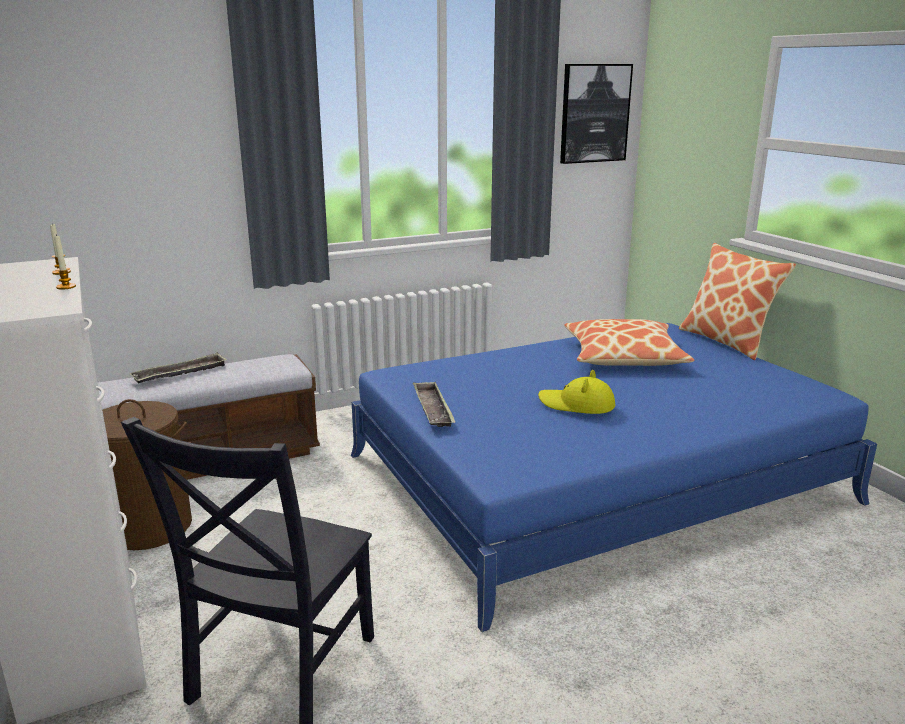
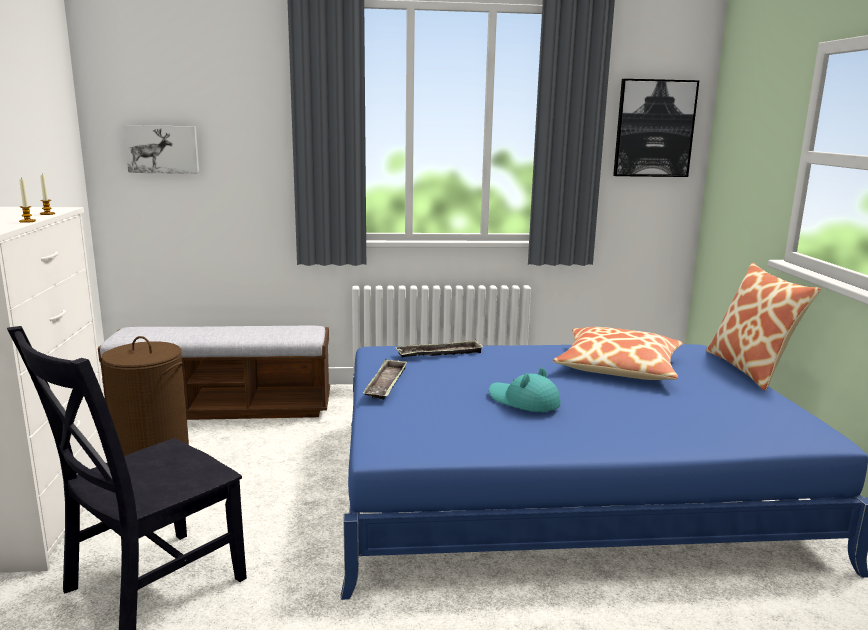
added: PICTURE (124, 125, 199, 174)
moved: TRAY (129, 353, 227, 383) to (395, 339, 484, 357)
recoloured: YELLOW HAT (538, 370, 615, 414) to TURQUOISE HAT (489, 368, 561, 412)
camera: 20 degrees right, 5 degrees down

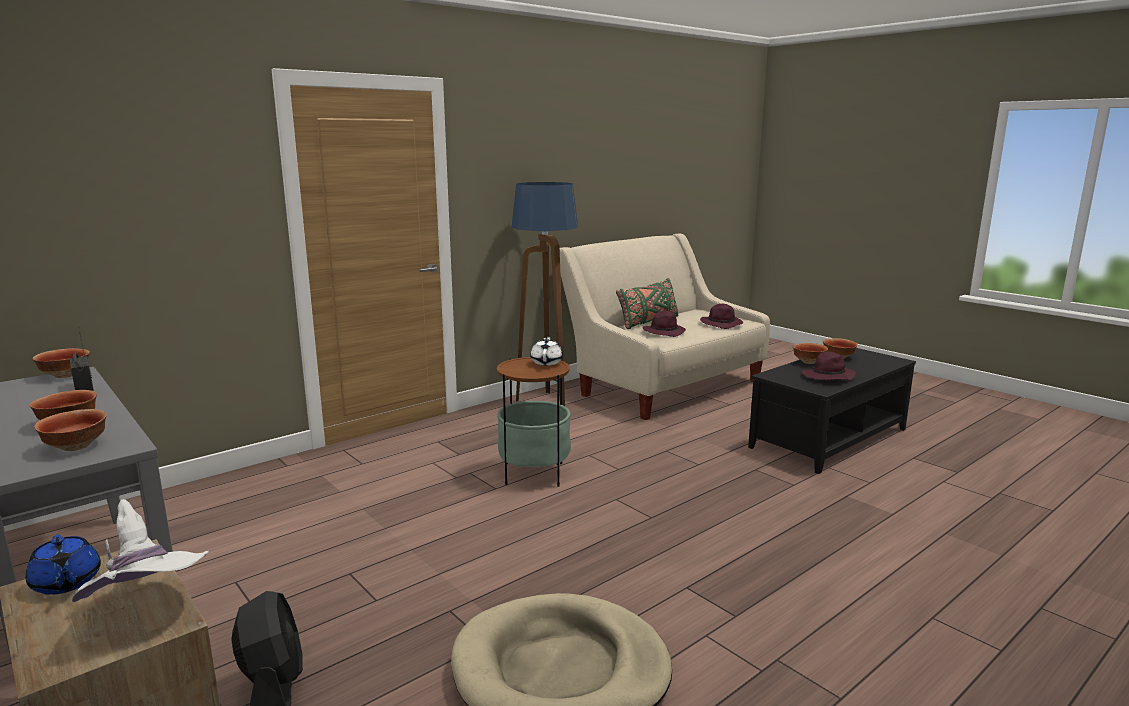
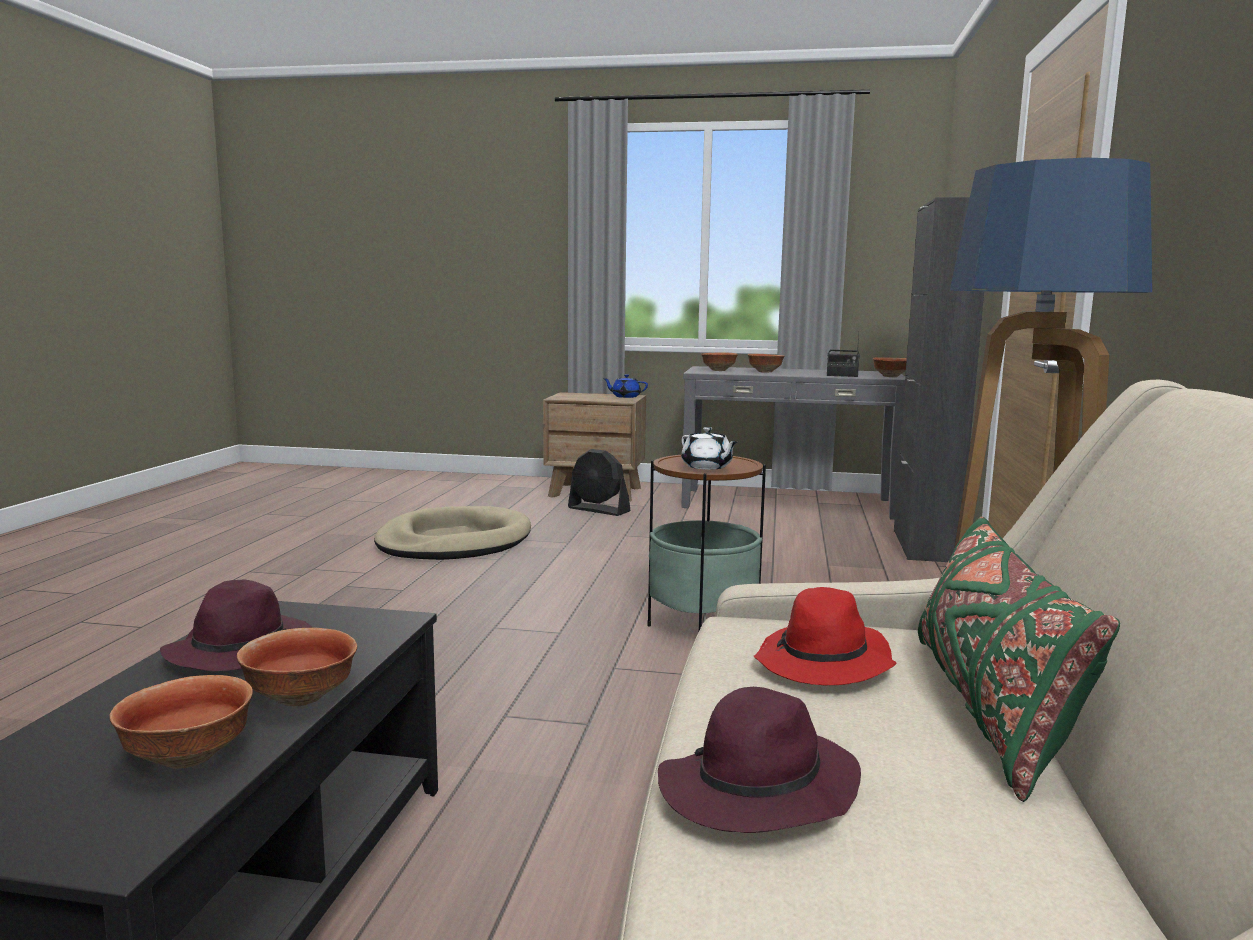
removed: WHITE HAT (72, 499, 209, 602)
added: BLACK CABINET (894, 197, 984, 562)
recoloured: PURPLE HAT (642, 311, 686, 337) to RED HAT (753, 587, 897, 685)
camera: 140 degrees right, 5 degrees down

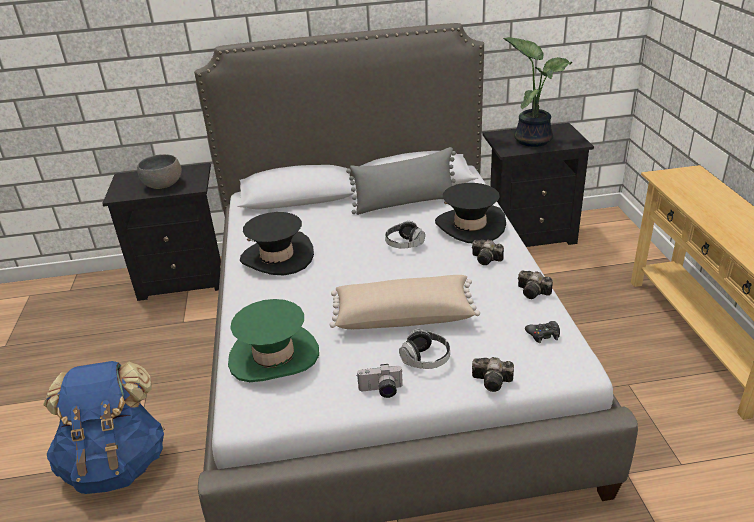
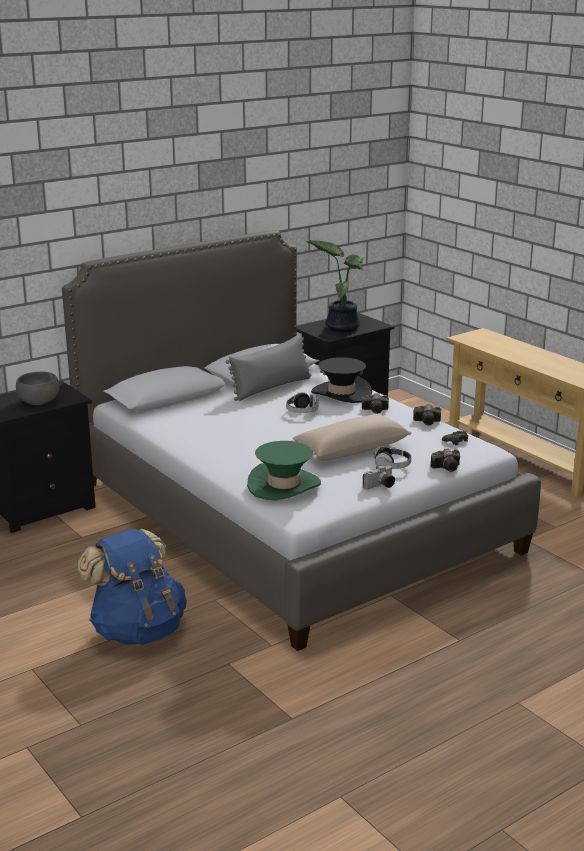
removed: BLACK HAT (240, 212, 314, 276)
camera: 30 degrees left, 10 degrees down

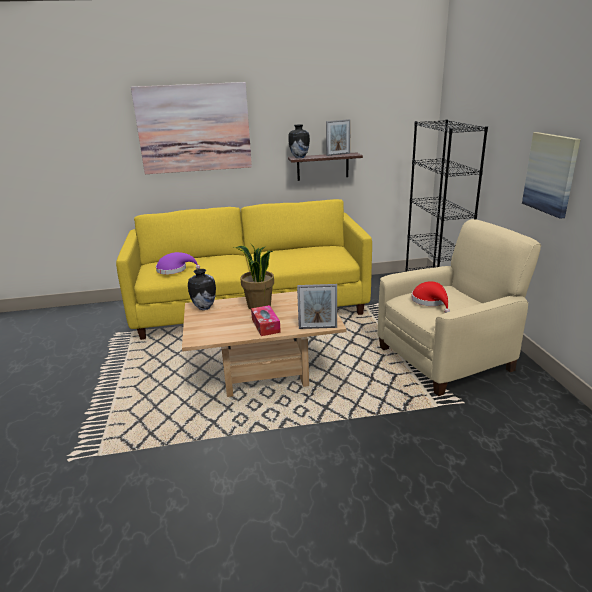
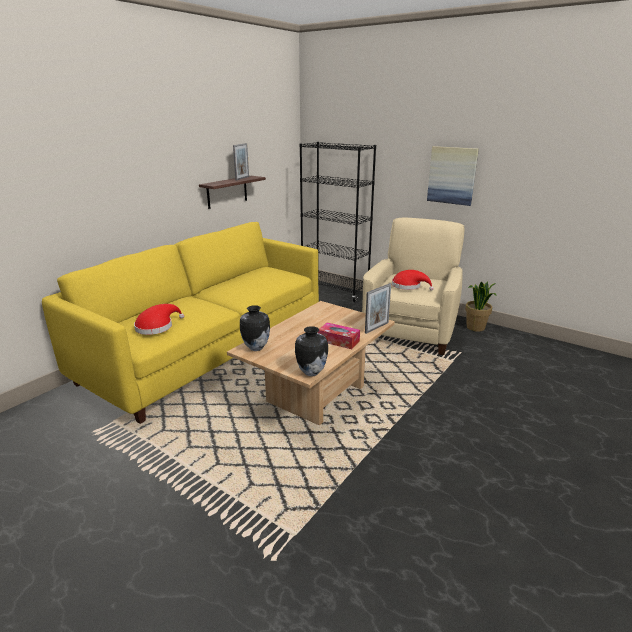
removed: PICTURE (131, 82, 252, 174)
moved: POTTED PLANT (234, 243, 274, 310) to (465, 281, 496, 332); VASE (288, 124, 310, 158) to (295, 326, 328, 376)
recoloured: PURPLE HAT (156, 252, 200, 274) to RED HAT (134, 304, 184, 335)
camera: 45 degrees left, 0 degrees up

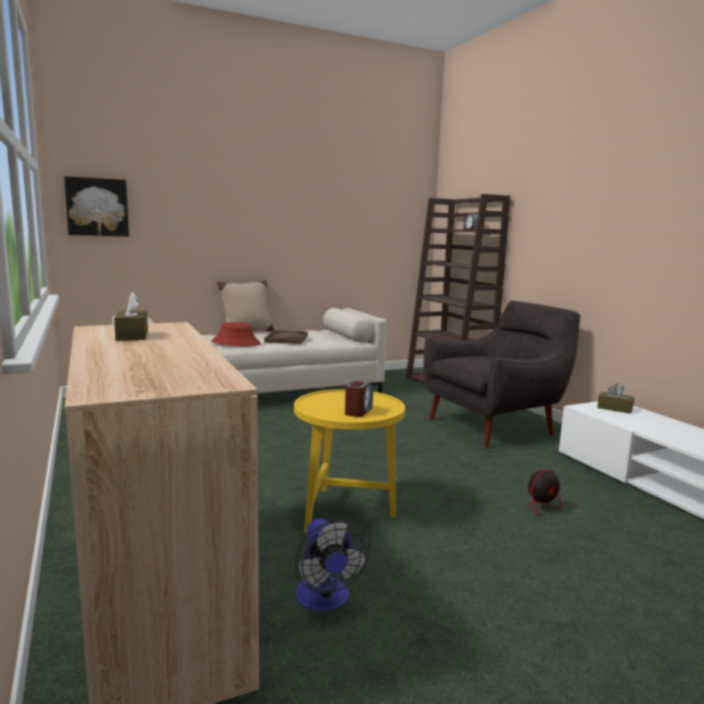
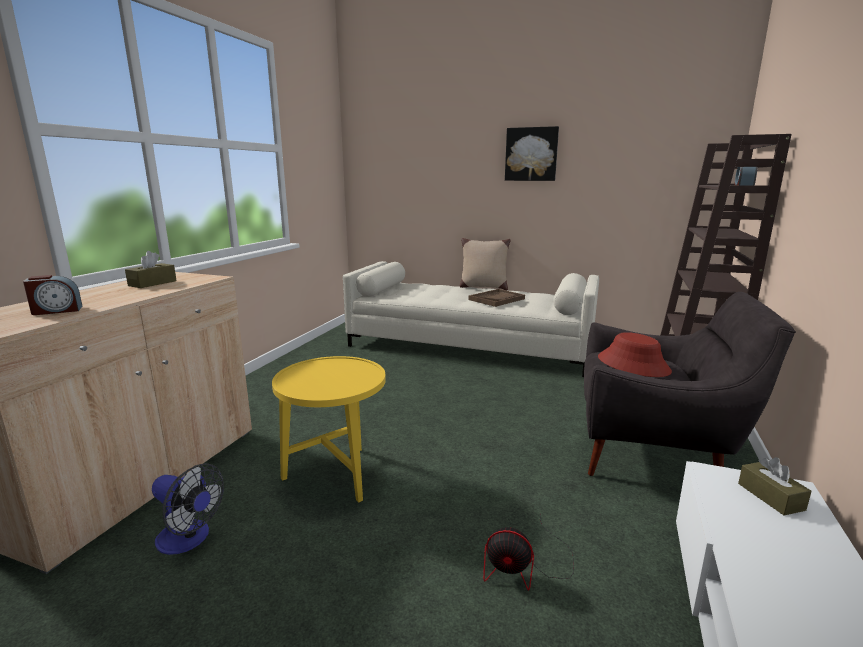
moved: PICTURE (64, 176, 129, 236) to (505, 126, 559, 181); RED HAT (212, 322, 261, 346) to (598, 332, 672, 377); ALARM CLOCK (345, 381, 373, 417) to (23, 275, 83, 315)
turned: FAN (295, 519, 370, 611) = (152, 463, 224, 555) 90 degrees counterclockwise
camera: 45 degrees right, 5 degrees up

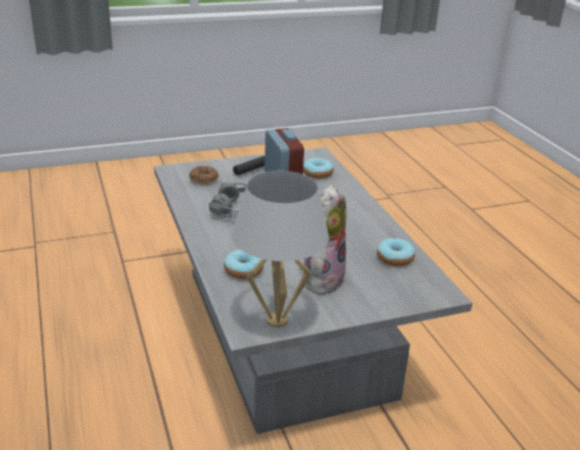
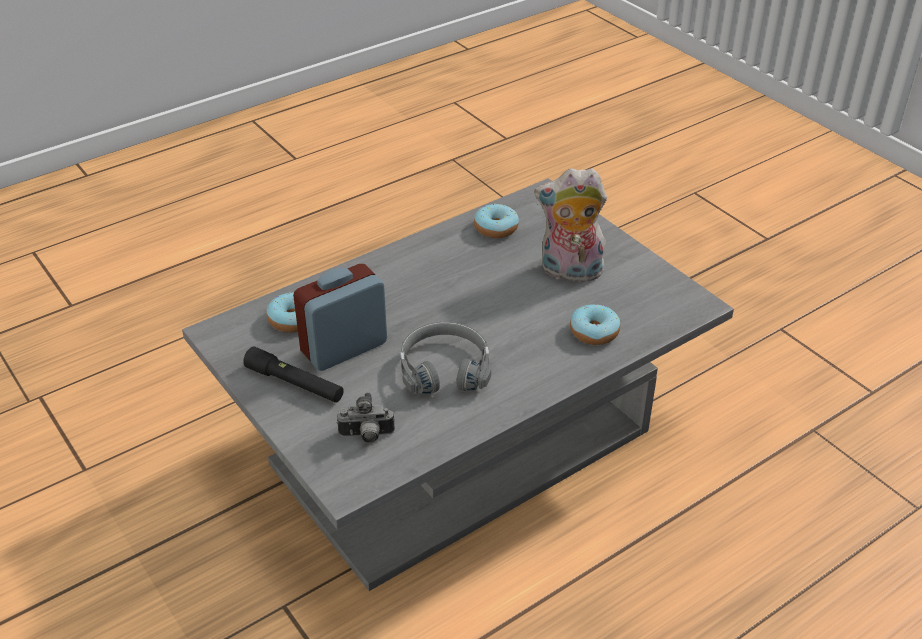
removed: WHITE TABLE LAMP (232, 171, 329, 328)
replaced: DONUT (189, 166, 219, 185) to PHOTO CAMERA (337, 393, 395, 443)
camera: 105 degrees left, 10 degrees up

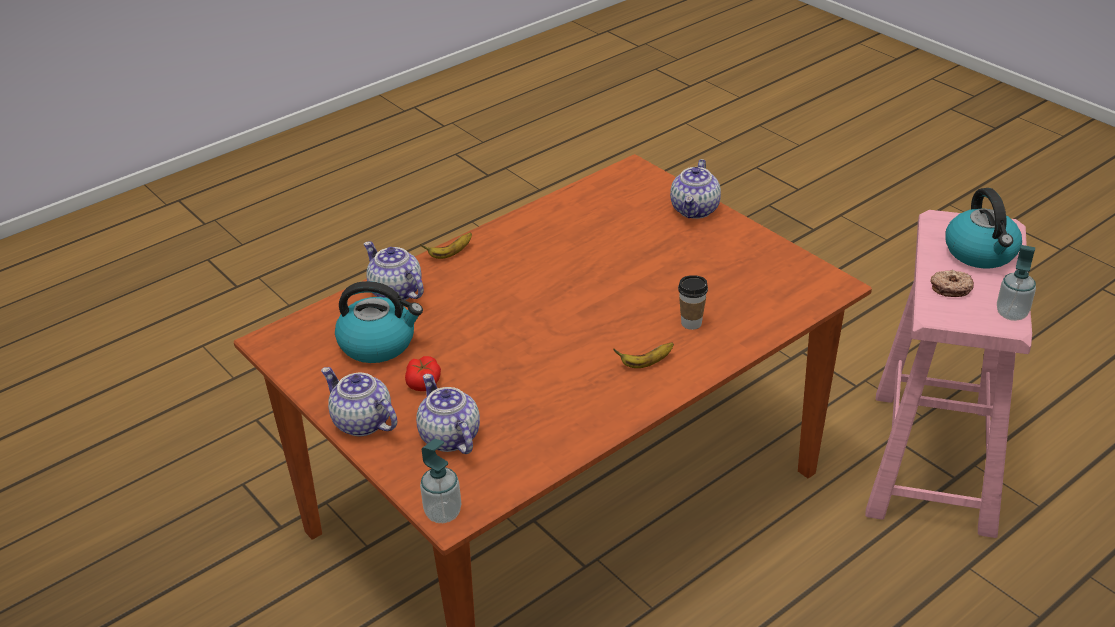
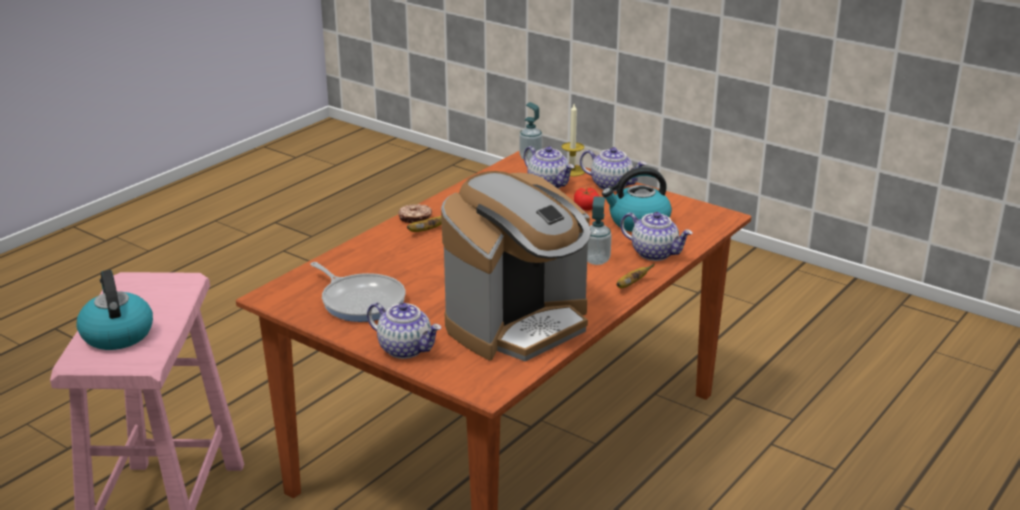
removed: CUP (678, 275, 708, 330)
added: FRYING PAN (311, 262, 406, 322); COFFEE MACHINE (441, 171, 592, 361); CANDLE (562, 104, 585, 176)
moved: DONUT (930, 270, 974, 297) to (398, 204, 432, 223); SOAP DISPENSER (997, 245, 1036, 321) to (587, 196, 612, 265)
turned: TEAPOT (670, 159, 721, 219) = (367, 302, 441, 359) 120 degrees clockwise
camera: 165 degrees right, 10 degrees down

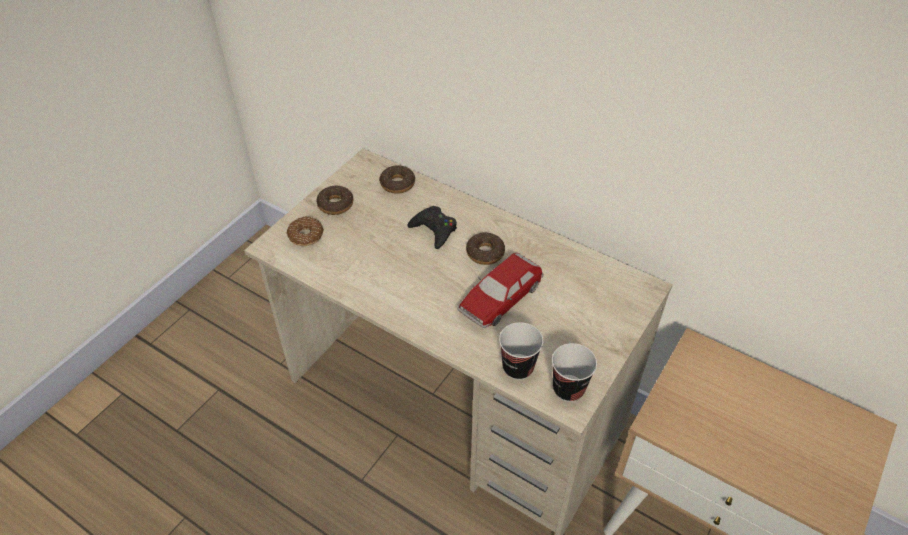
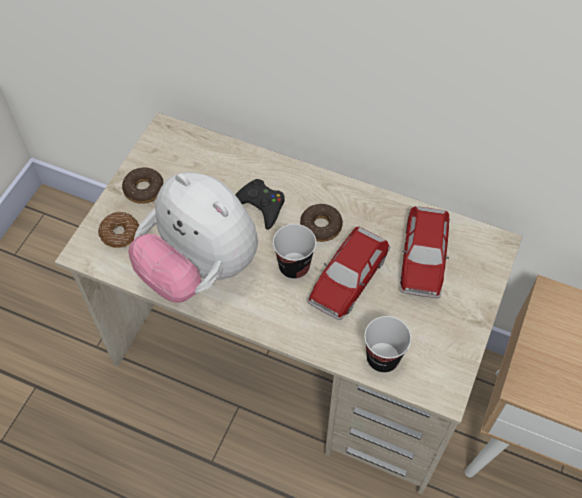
removed: DONUT (379, 165, 415, 194)
added: PLUSH TOY (128, 172, 258, 303); TOY CAR (400, 206, 450, 298)
moved: CUP (552, 343, 597, 402) to (273, 224, 316, 279)
camera: 10 degrees left, 10 degrees up

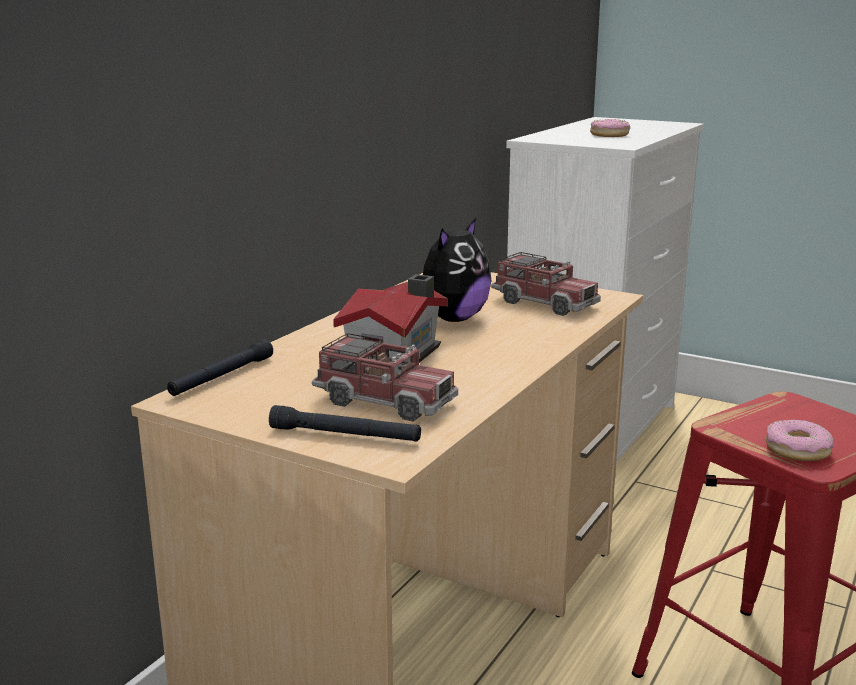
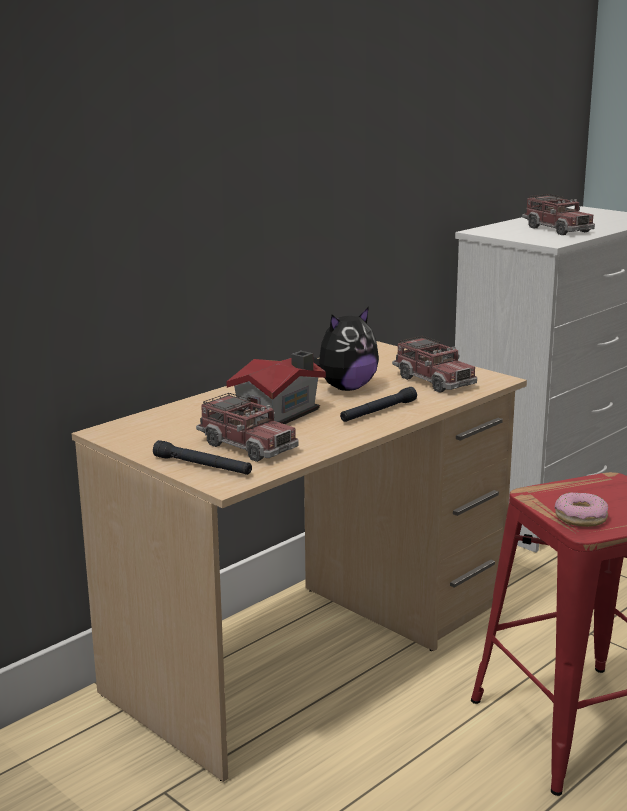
moved: BLACK FLASHLIGHT (167, 339, 273, 396) to (340, 387, 417, 422)
replaced: DONUT (590, 119, 630, 137) to TOY TRUCK (522, 194, 595, 235)
camera: 15 degrees right, 0 degrees up

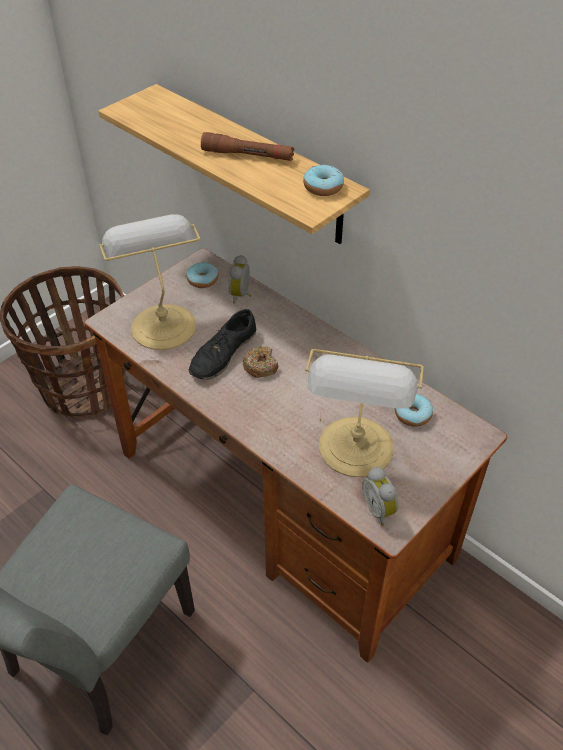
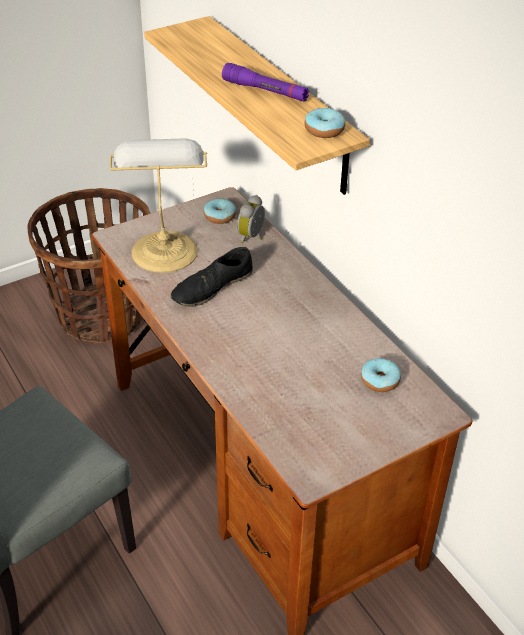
removed: DONUT (243, 346, 278, 378); TABLE LAMP (305, 349, 424, 477); ALARM CLOCK (362, 467, 399, 526)
recoloured: BROWN FLASHLIGHT (201, 132, 294, 161) to PURPLE FLASHLIGHT (222, 63, 309, 102)
camera: 15 degrees right, 5 degrees down

